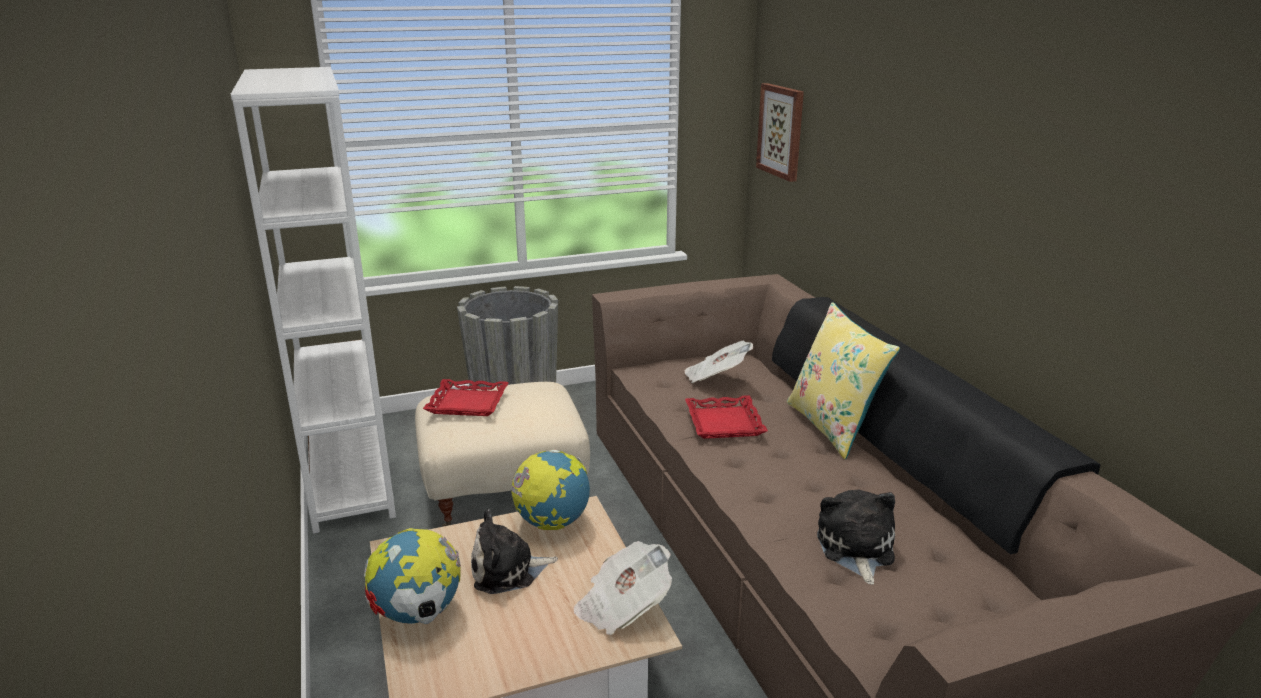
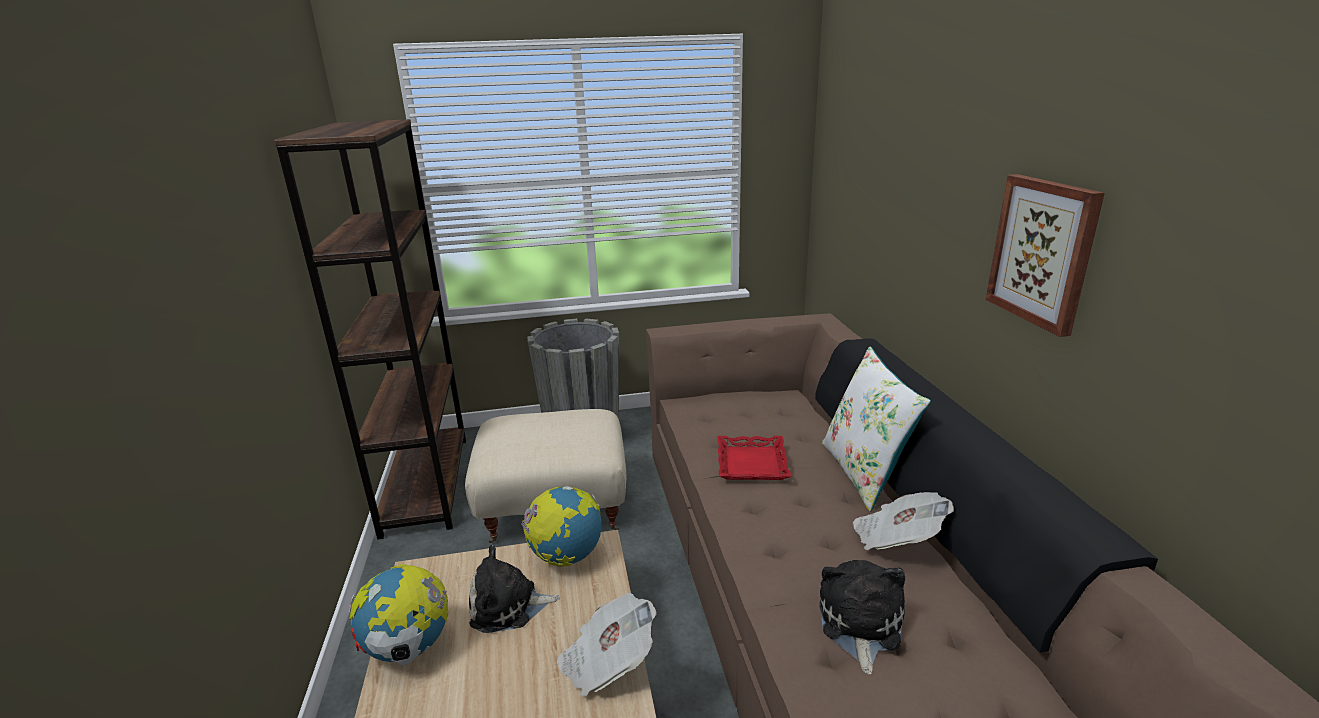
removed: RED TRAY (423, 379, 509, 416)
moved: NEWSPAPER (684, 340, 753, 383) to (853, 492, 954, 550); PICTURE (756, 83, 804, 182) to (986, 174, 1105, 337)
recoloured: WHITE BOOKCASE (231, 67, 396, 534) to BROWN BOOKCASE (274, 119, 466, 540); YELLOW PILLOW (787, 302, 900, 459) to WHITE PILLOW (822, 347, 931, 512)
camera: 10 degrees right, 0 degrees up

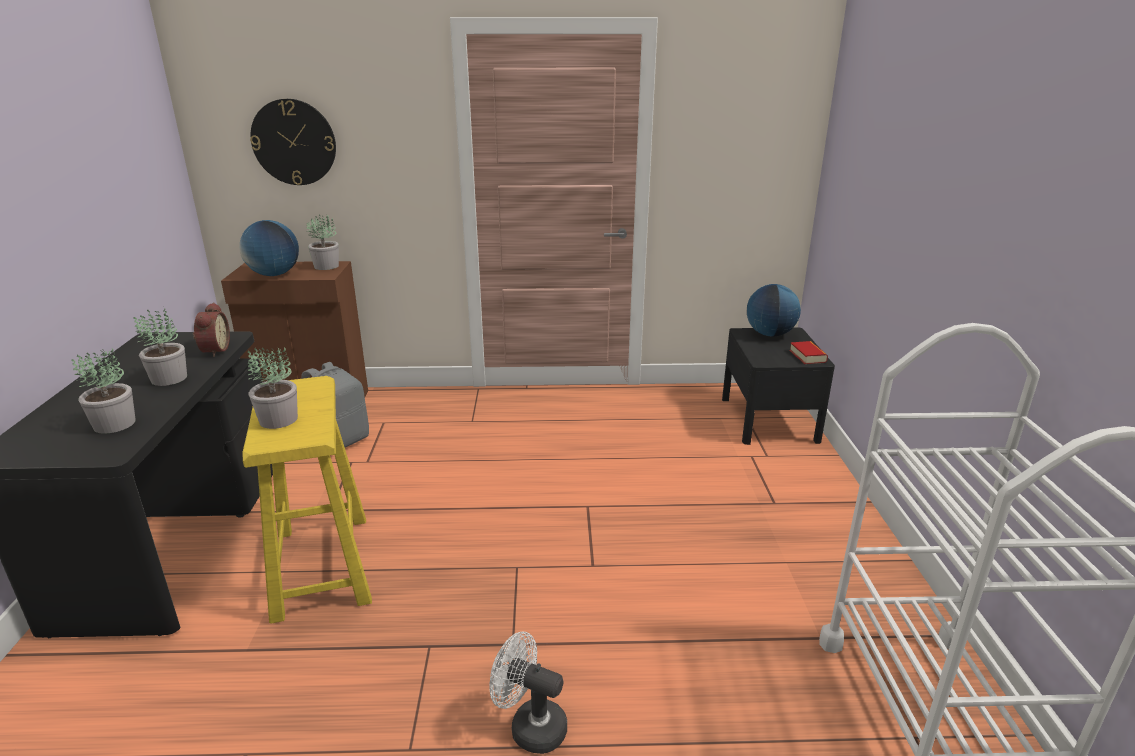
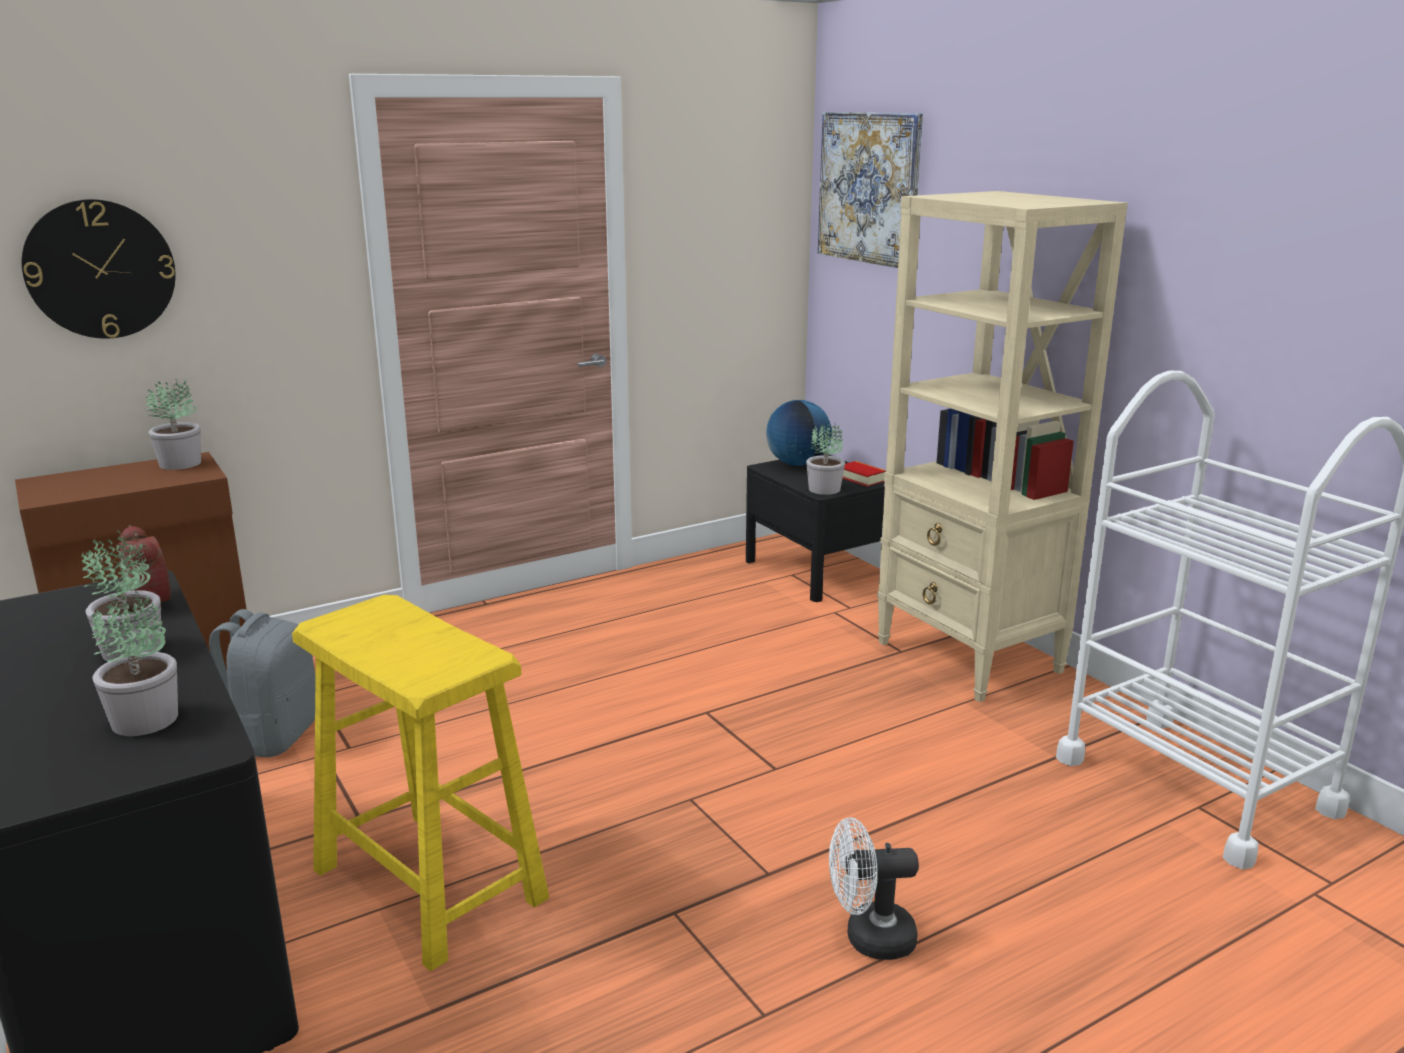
removed: GLOBE (239, 220, 299, 276)
added: PICTURE (818, 112, 923, 268); BEIGE BOOKCASE (877, 191, 1128, 702)
moved: POTTED PLANT (247, 348, 298, 429) to (806, 423, 845, 495)
camera: 30 degrees left, 5 degrees down

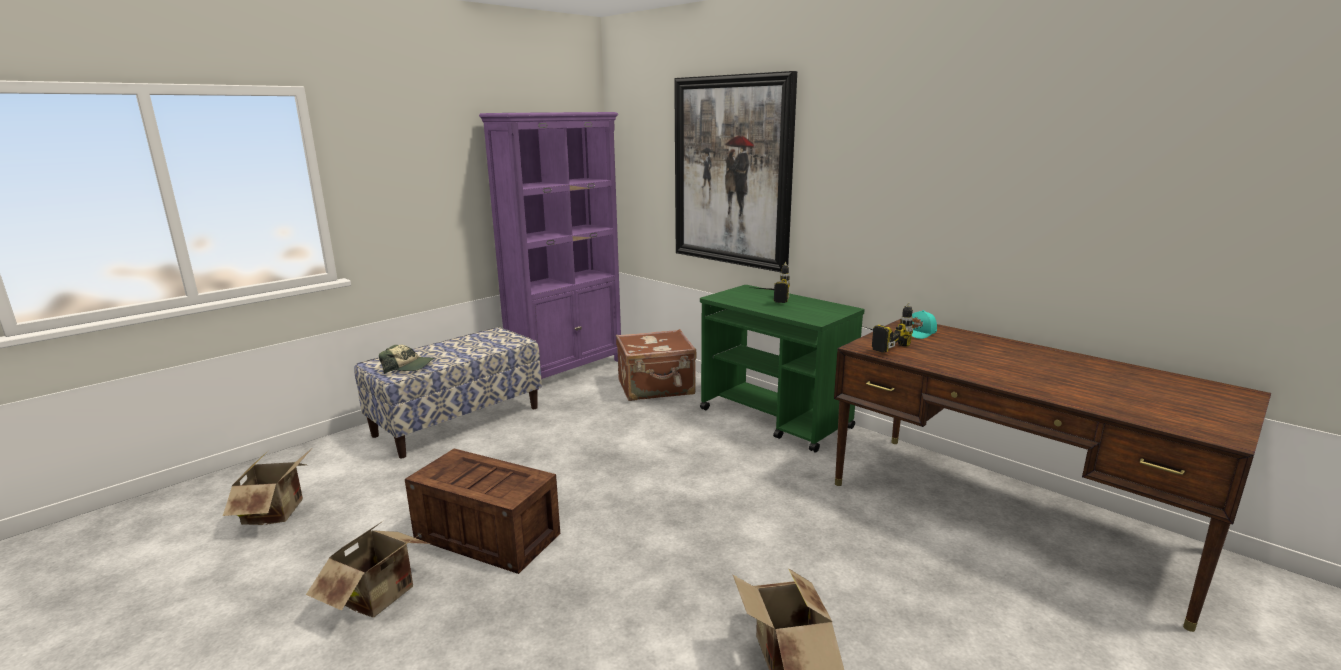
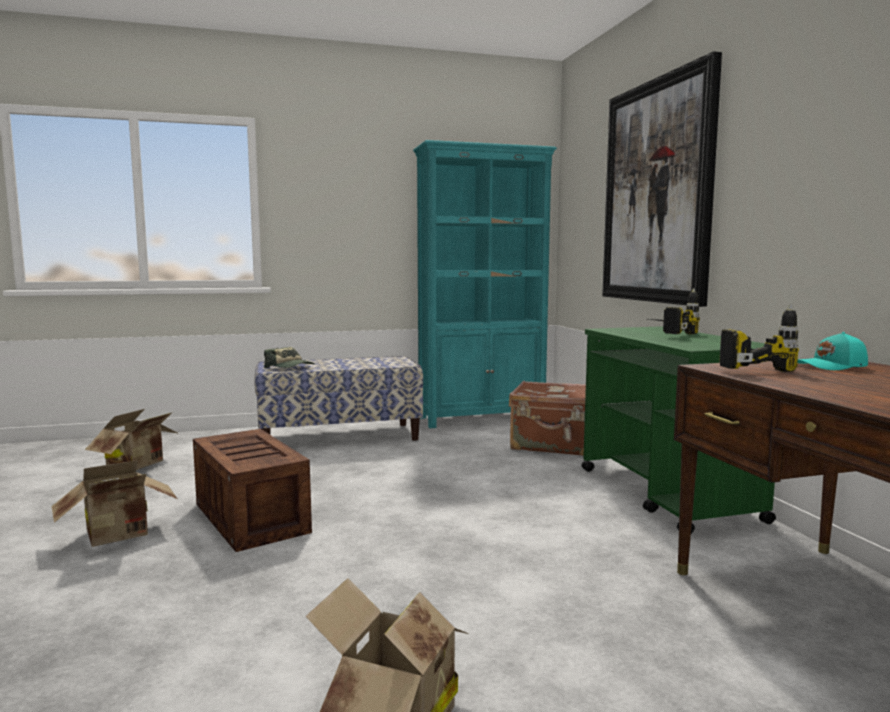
recoloured: PURPLE BOOKCASE (479, 112, 621, 390) to TURQUOISE BOOKCASE (413, 140, 557, 428)
camera: 30 degrees right, 10 degrees down

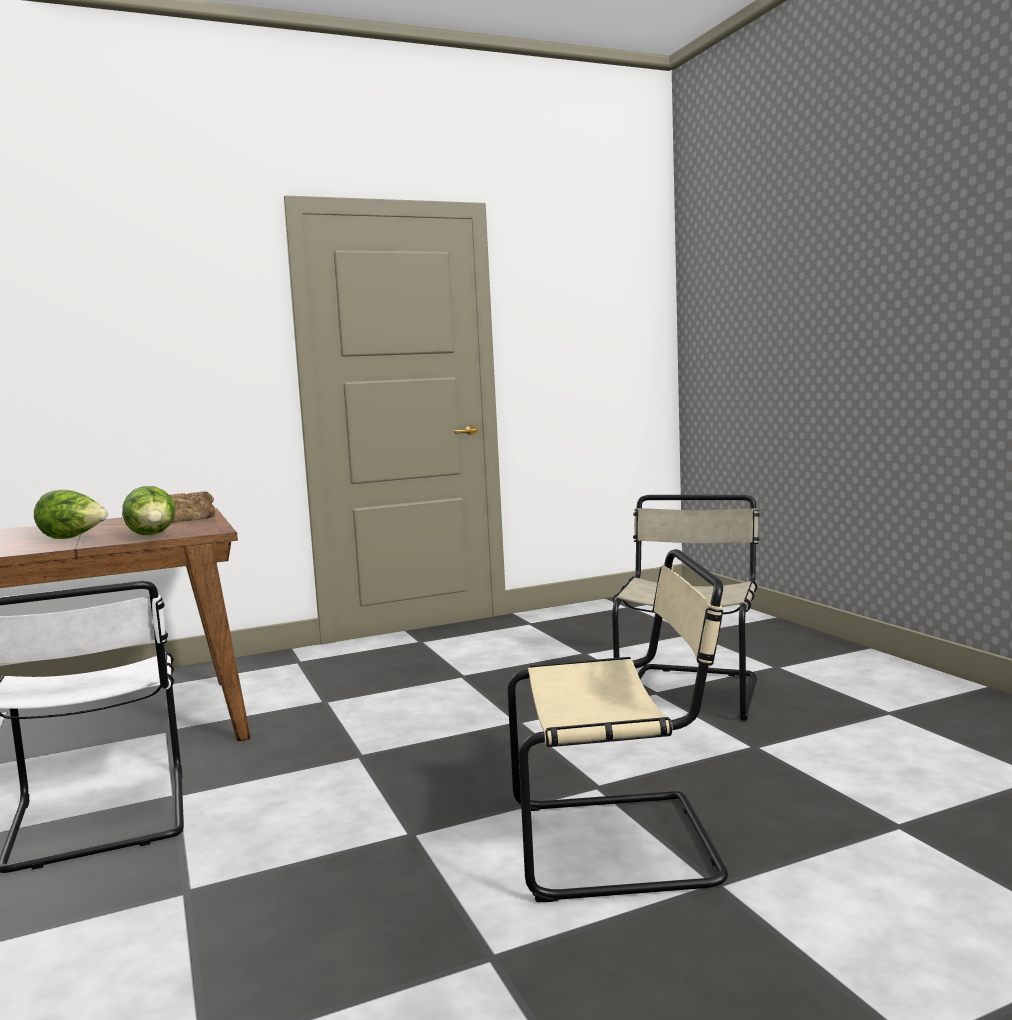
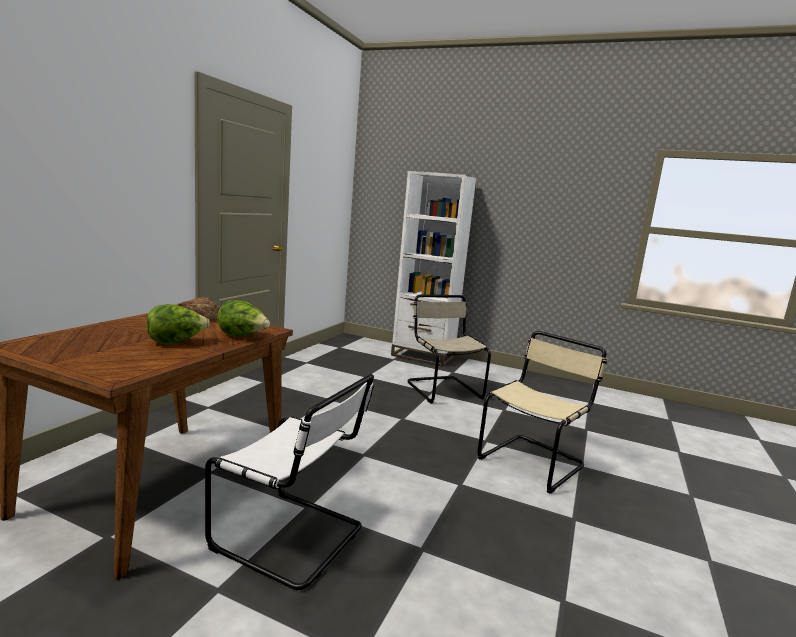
added: WHITE BOOKCASE (391, 171, 476, 367)
camera: 45 degrees left, 5 degrees up

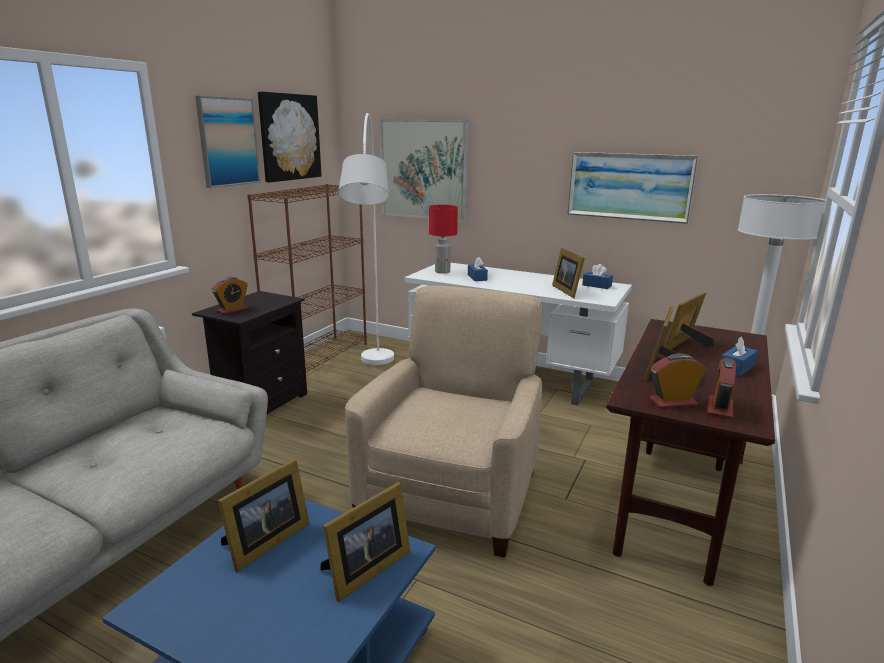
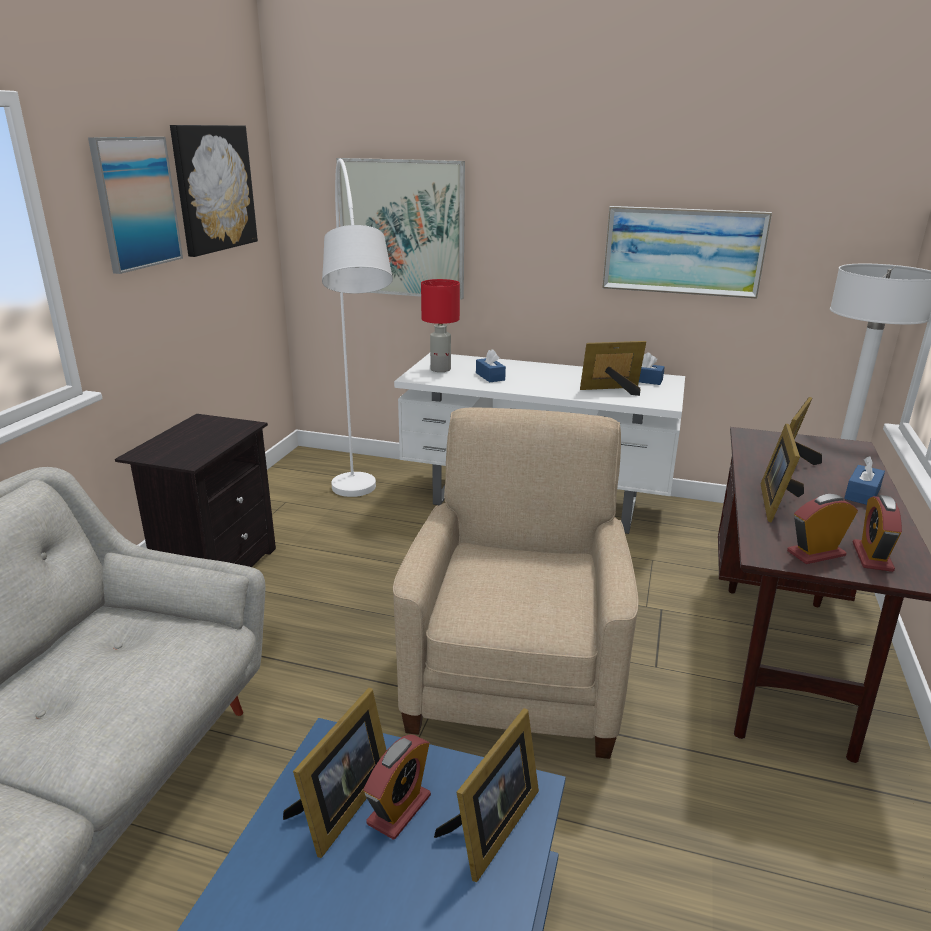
removed: BROWN BOOKCASE (247, 184, 367, 372)
moved: ALARM CLOCK (212, 277, 248, 315) to (363, 735, 431, 840)
turned: PICTURE FRAME (552, 248, 585, 298) = (580, 341, 646, 396) 105 degrees clockwise
camera: 10 degrees left, 5 degrees up

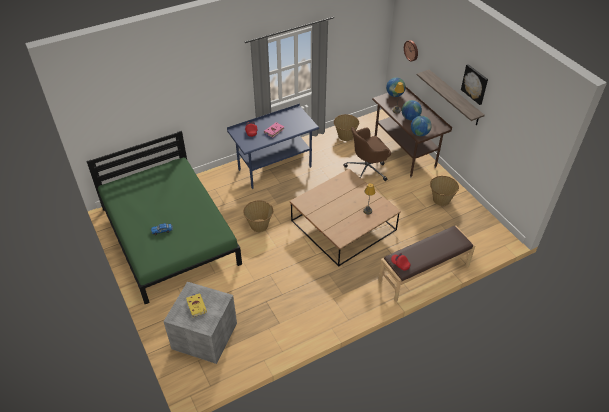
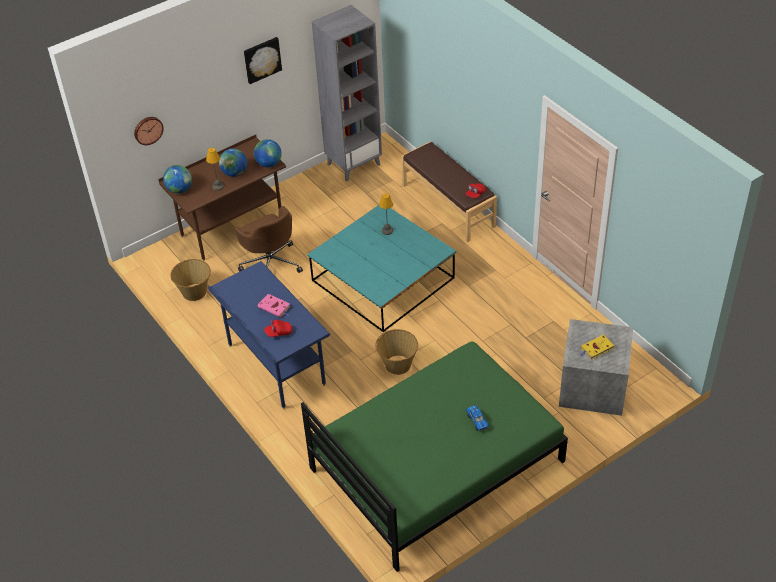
removed: SHELF (417, 70, 485, 125); BASKET (430, 176, 459, 206)
added: GREY BOOKCASE (312, 5, 382, 182)
recoloured: BROWN COFFEE TABLE (290, 169, 401, 267) to TURQUOISE COFFEE TABLE (307, 205, 456, 332)
camera: 95 degrees left, 0 degrees up

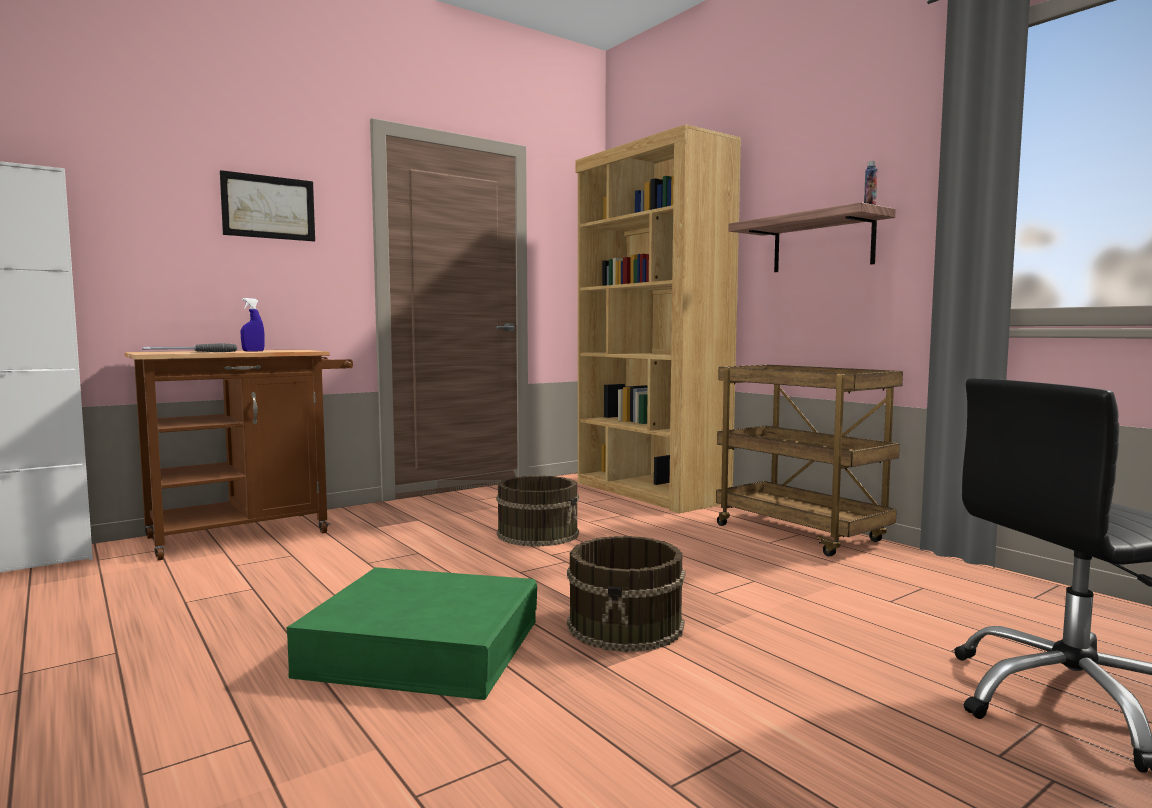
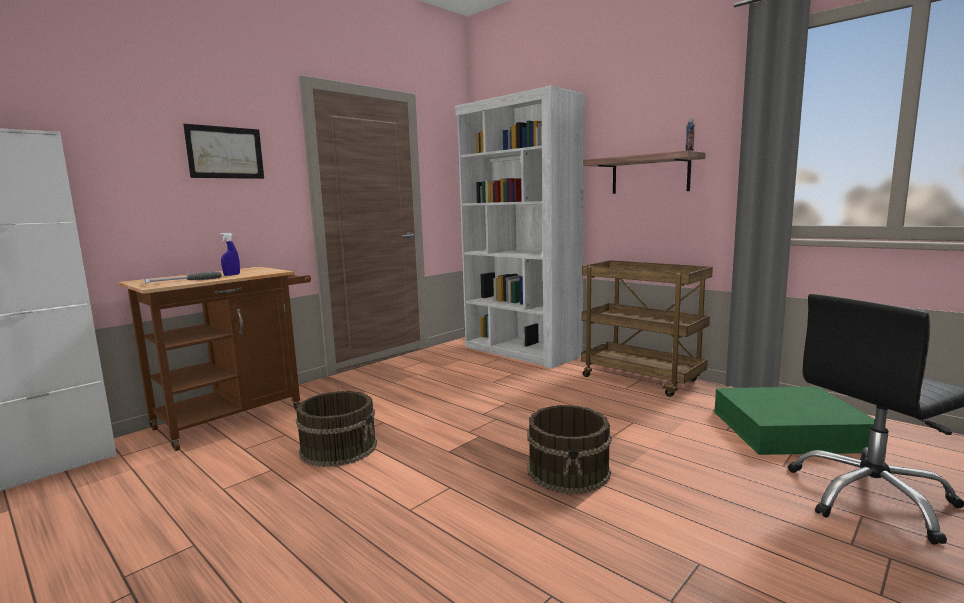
moved: GREEN STORAGE BOX (286, 567, 537, 700) to (714, 386, 875, 455); BROWN BUCKET (496, 476, 579, 547) to (296, 391, 377, 467)
recoloured: BROWN BOOKCASE (575, 124, 741, 513) to WHITE BOOKCASE (455, 85, 585, 369)
camera: 10 degrees left, 5 degrees up

